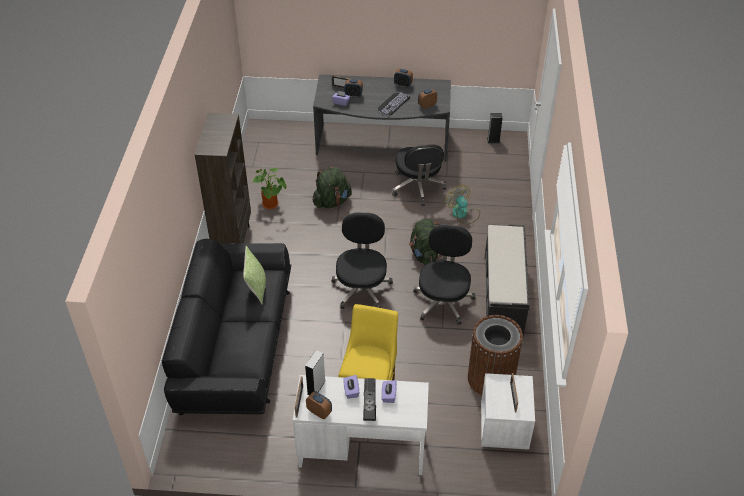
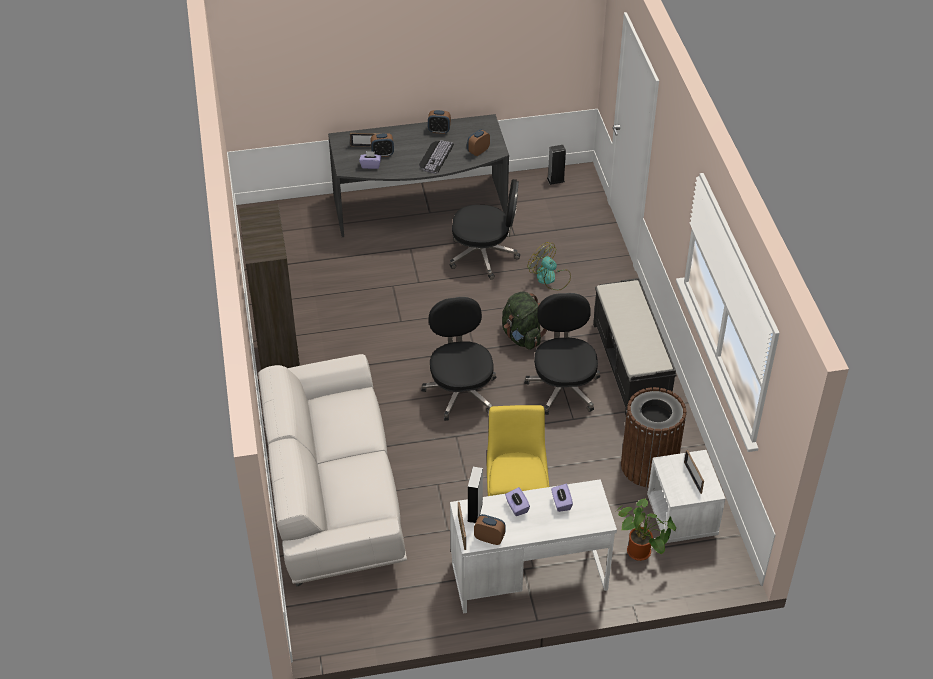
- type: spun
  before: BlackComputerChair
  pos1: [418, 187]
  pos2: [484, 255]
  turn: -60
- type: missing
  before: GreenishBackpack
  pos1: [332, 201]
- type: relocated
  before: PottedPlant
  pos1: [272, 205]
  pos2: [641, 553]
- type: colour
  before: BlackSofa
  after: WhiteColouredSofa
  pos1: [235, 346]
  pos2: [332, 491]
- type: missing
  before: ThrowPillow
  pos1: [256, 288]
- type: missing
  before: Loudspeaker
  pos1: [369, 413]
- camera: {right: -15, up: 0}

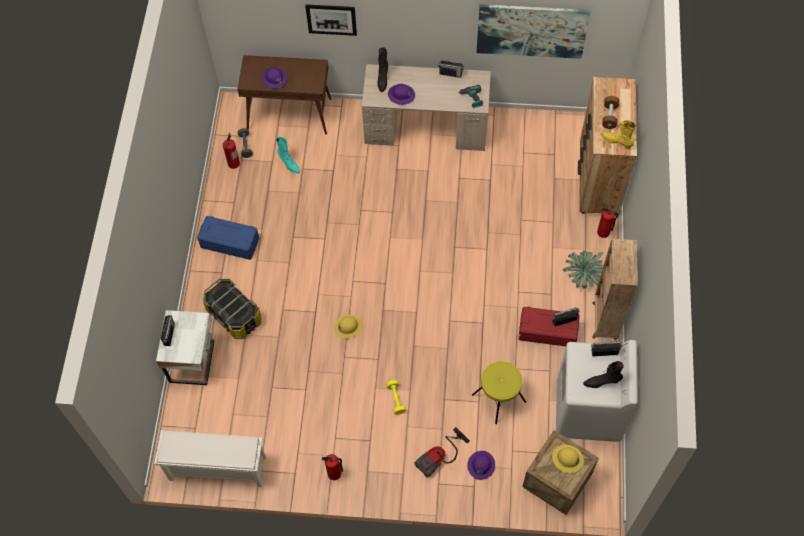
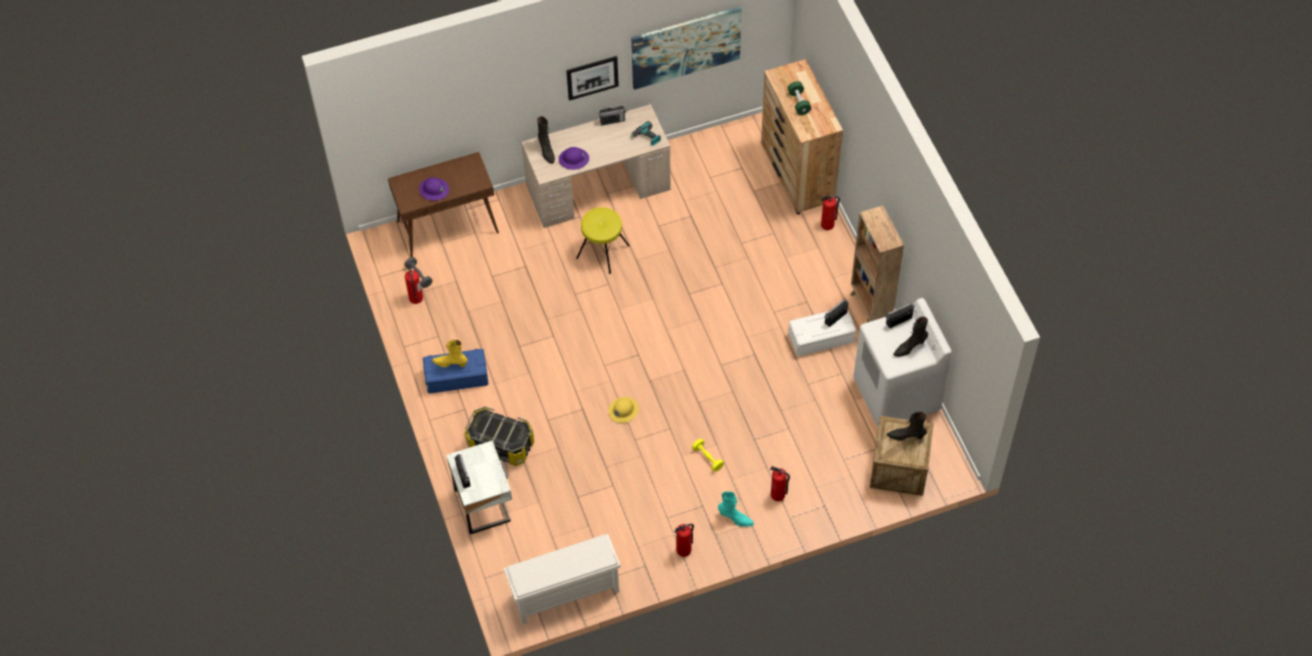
- type: relocated
  before: Picture
  pos1: [331, 19]
  pos2: [592, 77]
- type: colour
  before: BrownColouredHandWeight
  after: GreenishHandWeight
  pos1: [609, 116]
  pos2: [799, 102]
- type: relocated
  before: YellowishHighTopBoot
  pos1: [616, 142]
  pos2: [450, 363]
- type: relocated
  before: TurquoiseColouredHighTopBoot
  pos1: [289, 164]
  pos2: [735, 519]
- type: missing
  before: PottedPlant
  pos1: [583, 276]
- type: colour
  before: RedColouredStorageBin
  after: WhiteColouredStorageBin
  pos1: [547, 332]
  pos2: [821, 338]
- type: relocated
  before: YellowishSittingStool
  pos1: [498, 398]
  pos2: [603, 252]
- type: exchanged
  before: Hoover
  after: Extinguisher
  pos1: [439, 458]
  pos2: [778, 495]
- type: exchanged
  before: YellowishWorkHelmet
  after: BlackHighTopBoot
  pos1: [567, 459]
  pos2: [906, 436]
- type: missing
  before: PurpleColouredWorkHelmet
  pos1: [481, 465]
- camera: {right: -25, up: -5}

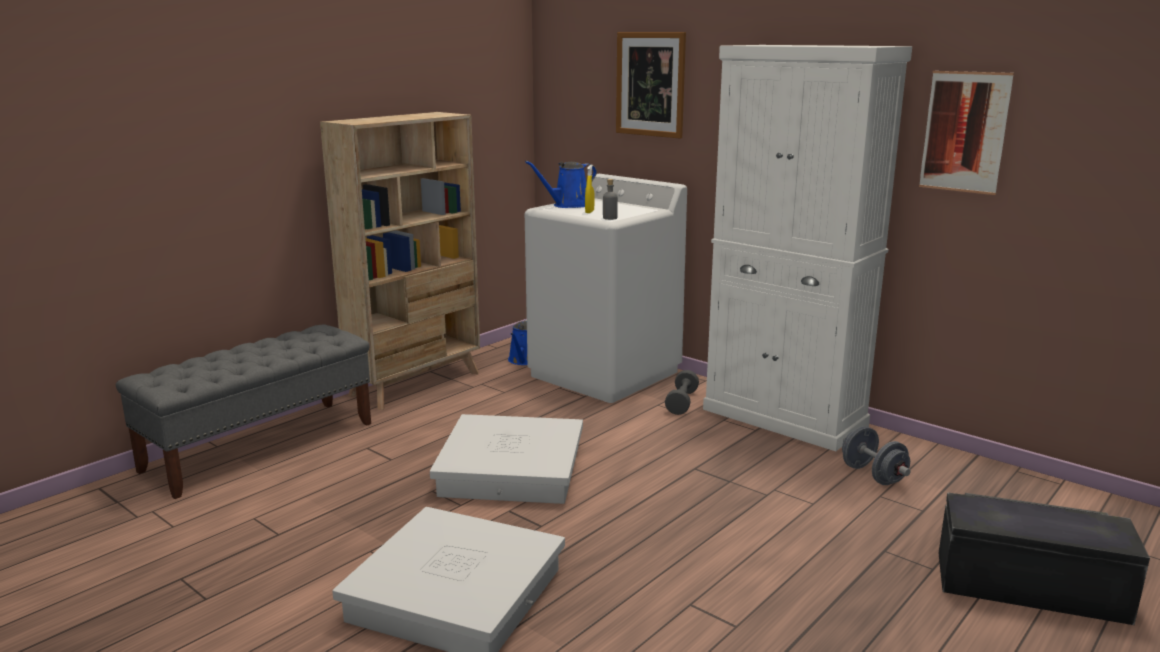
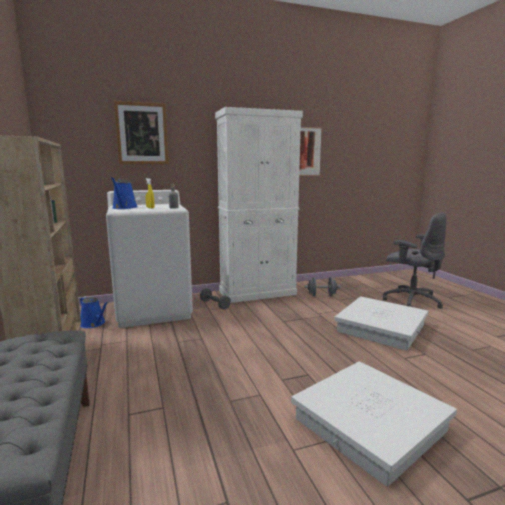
- type: relocated
  before: WhiteColouredStorageBin
  pos1: [512, 470]
  pos2: [381, 328]
- type: exchanged
  before: BlackStorageBin
  after: GreyComputerChair
  pos1: [1029, 585]
  pos2: [411, 301]
- camera: {right: -60, up: -5}

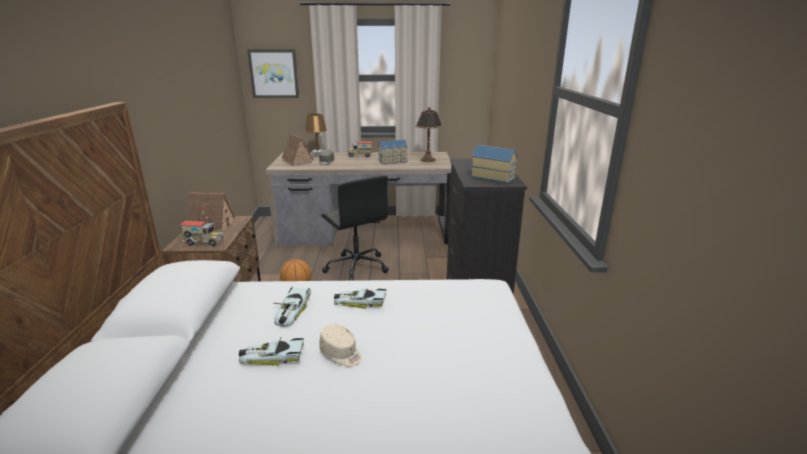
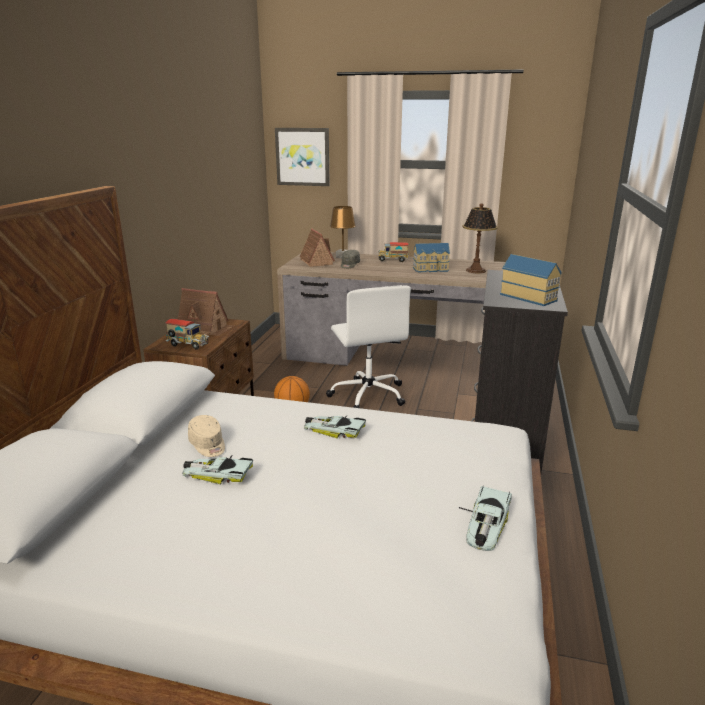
- type: colour
  before: BlackComputerChair
  after: WhiteColouredComputerChair
  pos1: [356, 267]
  pos2: [368, 394]
- type: relocated
  before: ModelCar
  pos1: [291, 310]
  pos2: [485, 523]
- type: relocated
  before: SandColouredCap
  pos1: [341, 353]
  pos2: [208, 445]
- camera: {right: 15, up: 0}

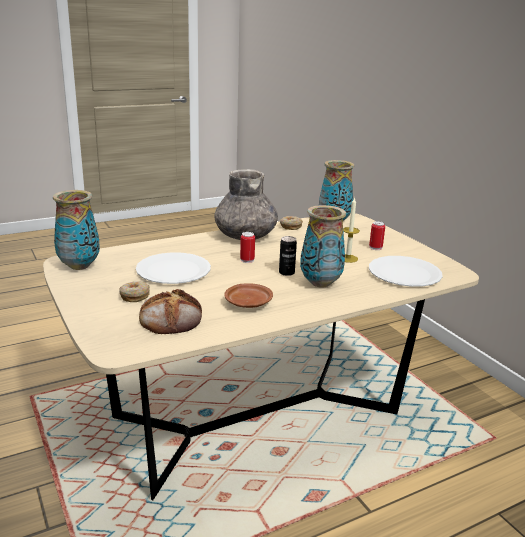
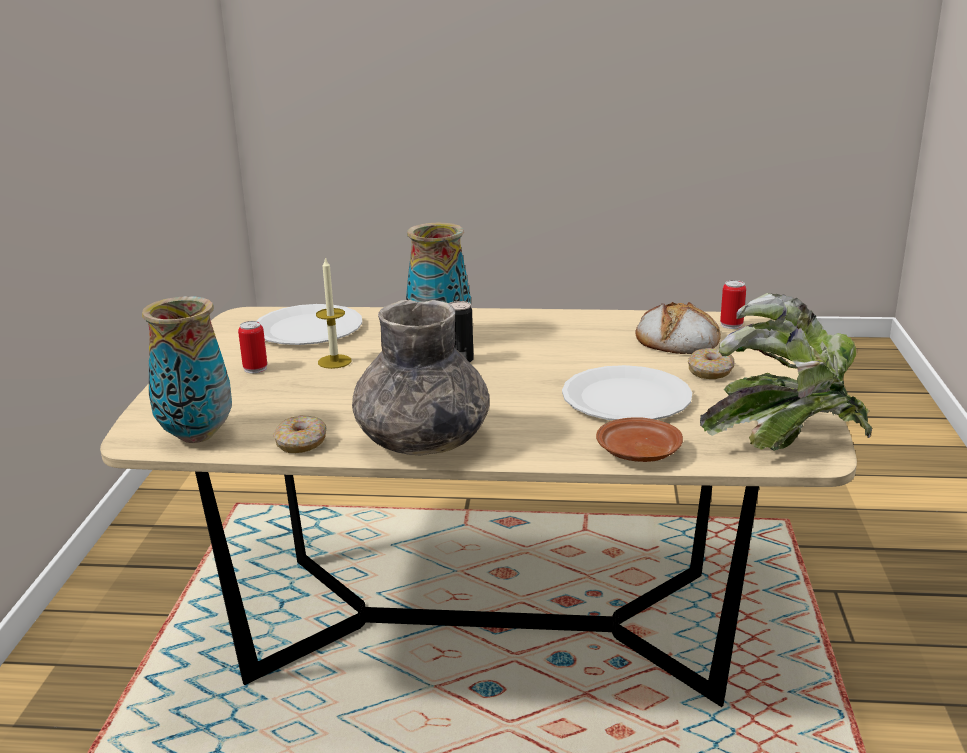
- type: exchanged
  before: FlowerVase
  after: PottedPlant
  pos1: [79, 266]
  pos2: [786, 440]
- type: relocated
  before: MetalCan
  pos1: [247, 260]
  pos2: [731, 325]
- type: relocated
  before: BrownColouredDinnerPlate
  pos1: [248, 303]
  pos2: [637, 453]
- camera: {right: -145, up: 0}

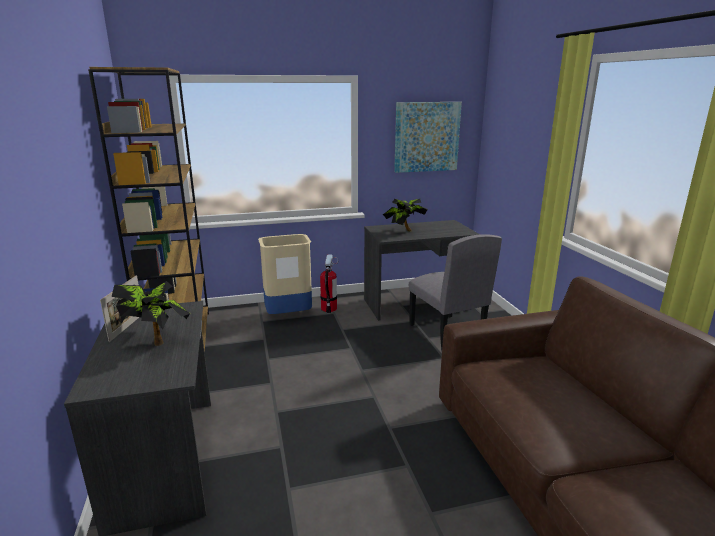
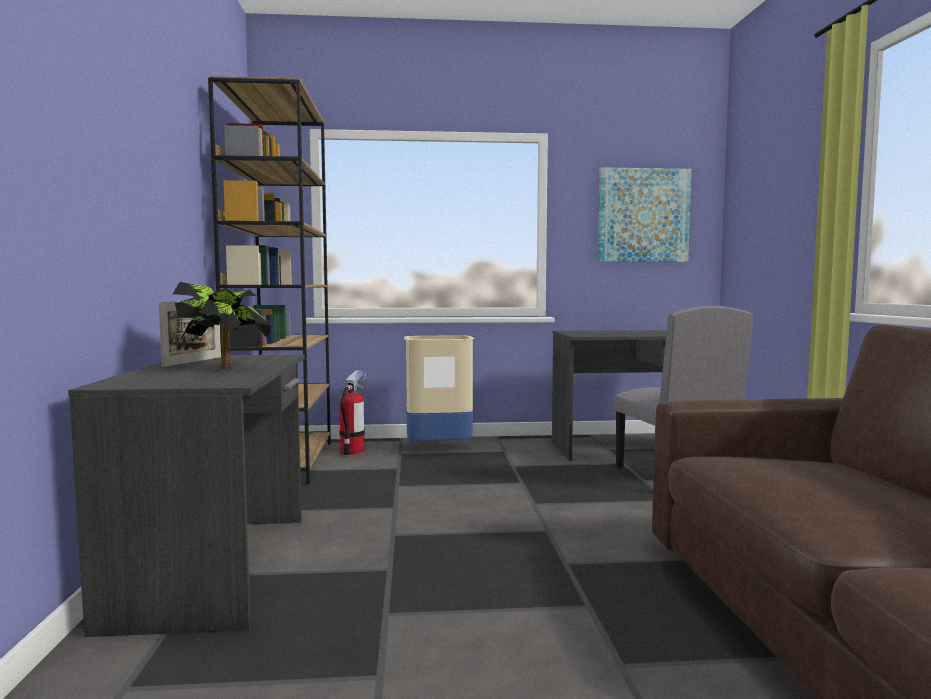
- type: missing
  before: PottedPlant
  pos1: [404, 231]
- type: relocated
  before: Extinguisher
  pos1: [329, 308]
  pos2: [352, 451]
- camera: {right: 10, up: -15}

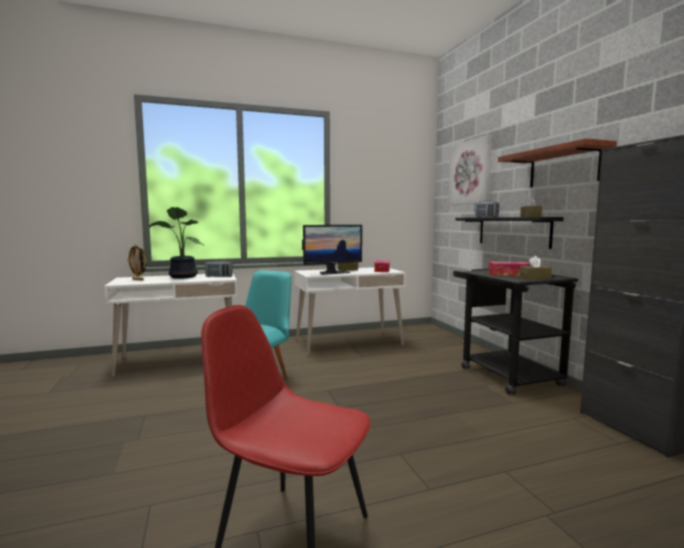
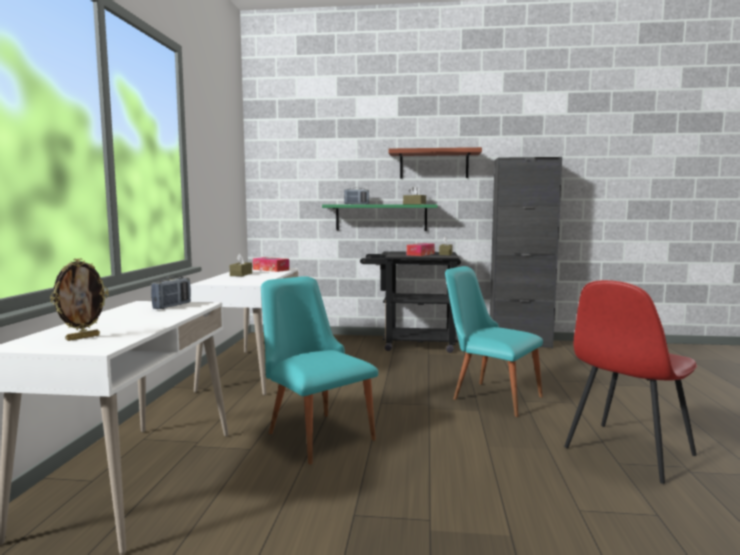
- type: missing
  before: Picture
  pos1: [470, 172]
- type: missing
  before: PottedPlant
  pos1: [181, 277]
- type: colour
  before: BlackWallShelf
  after: GreenishWallShelf
  pos1: [513, 231]
  pos2: [381, 217]
- type: missing
  before: Monitor
  pos1: [332, 272]
- type: appeared
  after: TurquoiseColouredPlainChair
  pos2: [489, 395]
- camera: {right: -65, up: 0}

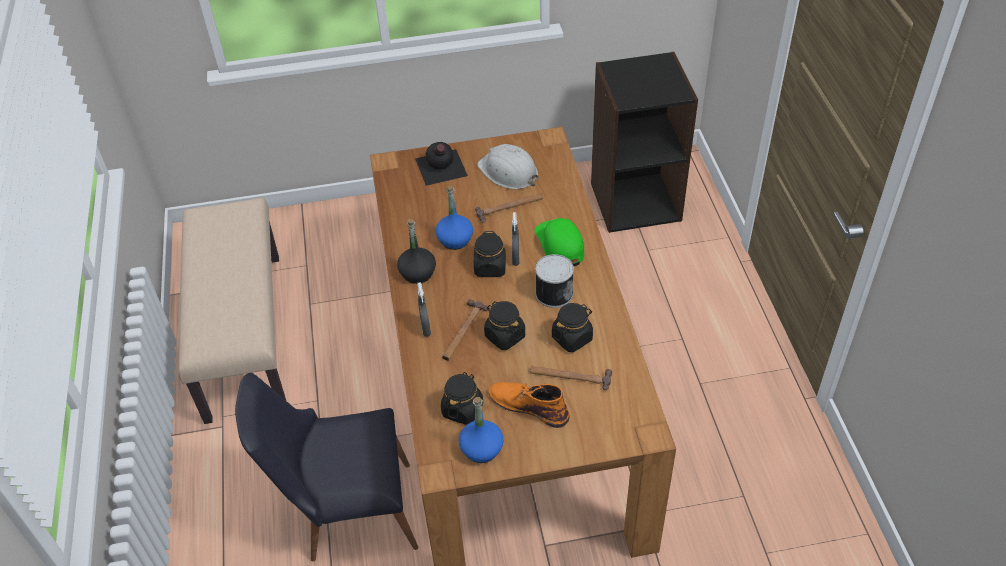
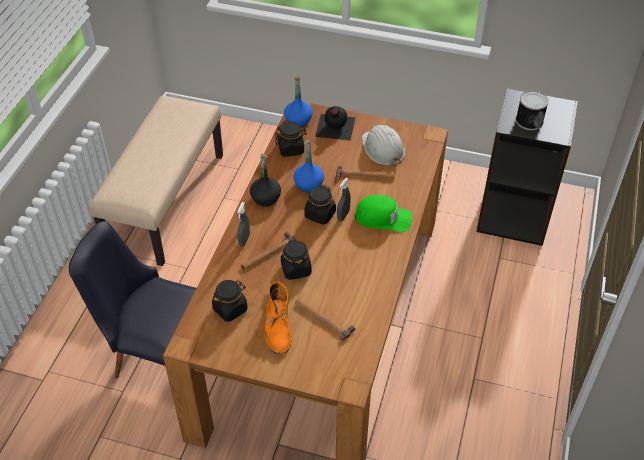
- type: spun
  before: GreenishCap
  pos1: [560, 244]
  pos2: [383, 218]
  turn: 90
- type: relocated
  before: MetalCan
  pos1: [553, 293]
  pos2: [529, 120]
- type: relocated
  before: BlackPreserveJar
  pos1: [572, 338]
  pos2: [291, 149]
- type: spun
  before: OrangeHighTopBoot
  pos1: [528, 405]
  pos2: [278, 326]
  turn: -150
- type: relocated
  before: BlueBottle
  pos1: [481, 449]
  pos2: [298, 120]
- camera: {right: 25, up: 0}

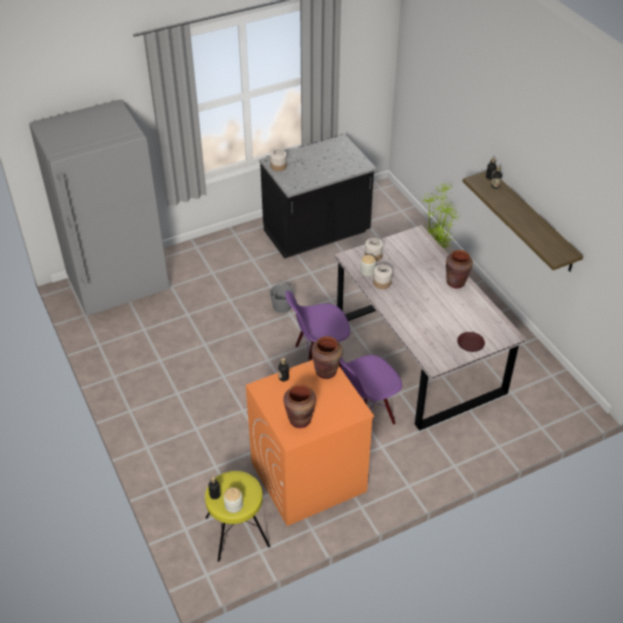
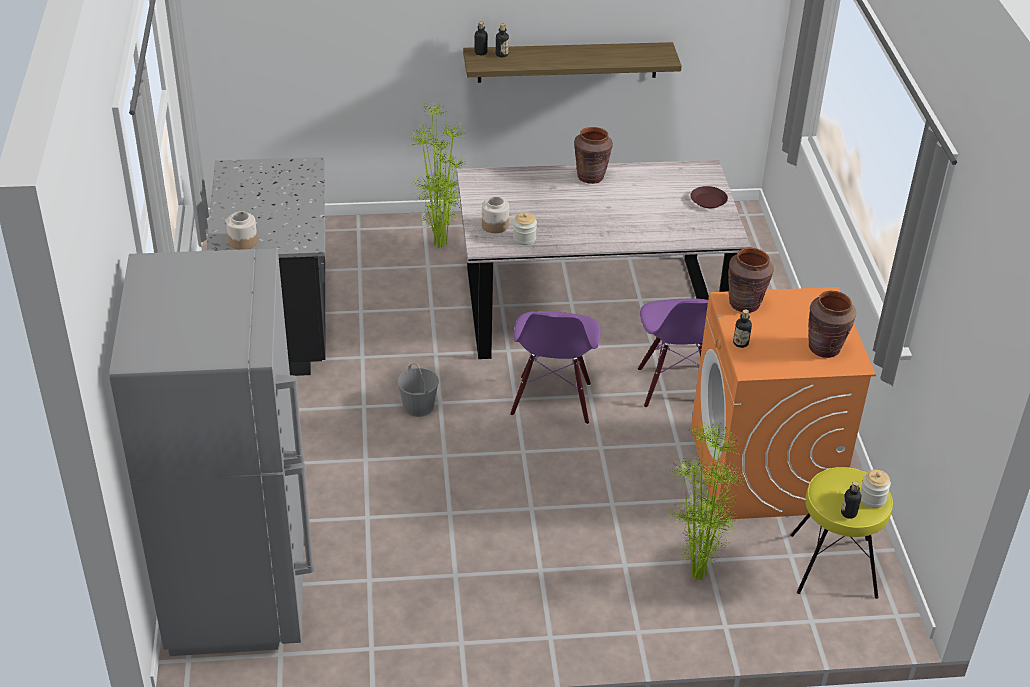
- type: missing
  before: PreserveJar
  pos1: [382, 283]
- type: appeared
  after: PottedPlant
  pos2: [695, 576]
- camera: {right: -70, up: -5}

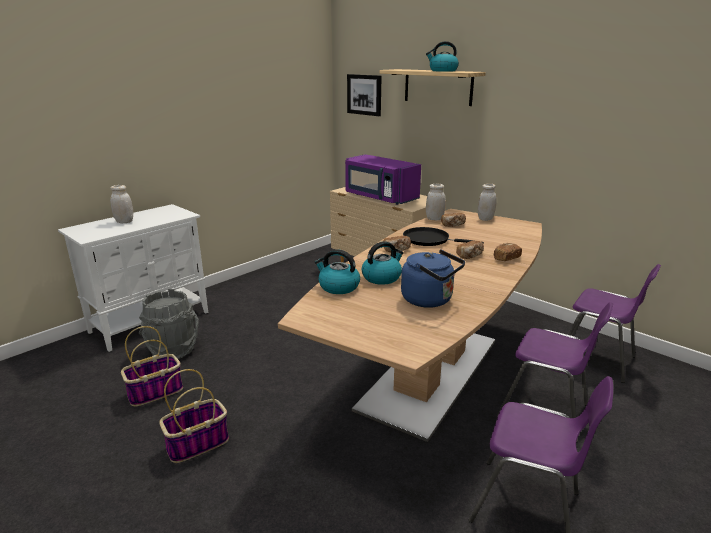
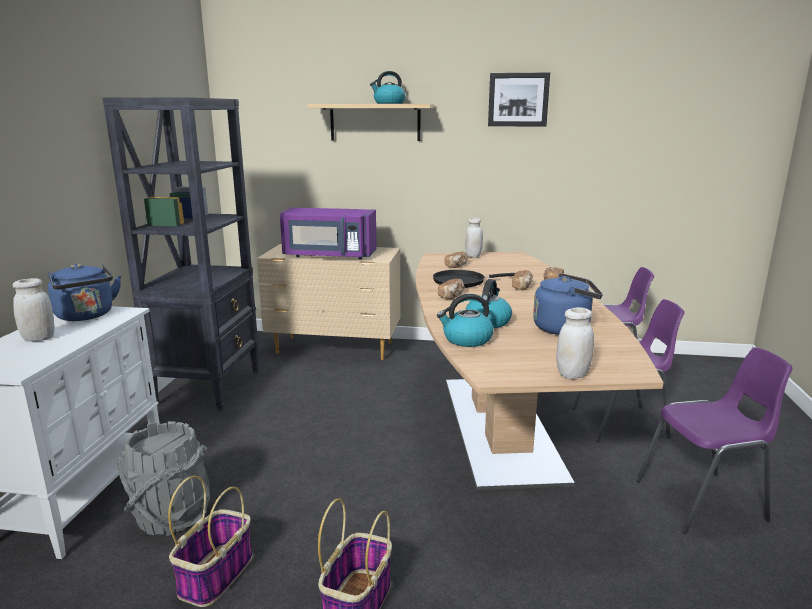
- type: relocated
  before: Picture
  pos1: [364, 94]
  pos2: [518, 99]
- type: relocated
  before: WhiteColouredPreserveJar
  pos1: [434, 219]
  pos2: [572, 374]
- type: appeared
  after: BlackShelvingUnit
  pos2: [209, 386]
- type: appeared
  after: BlueKettle
  pos2: [86, 316]
- camera: {right: -35, up: -5}

